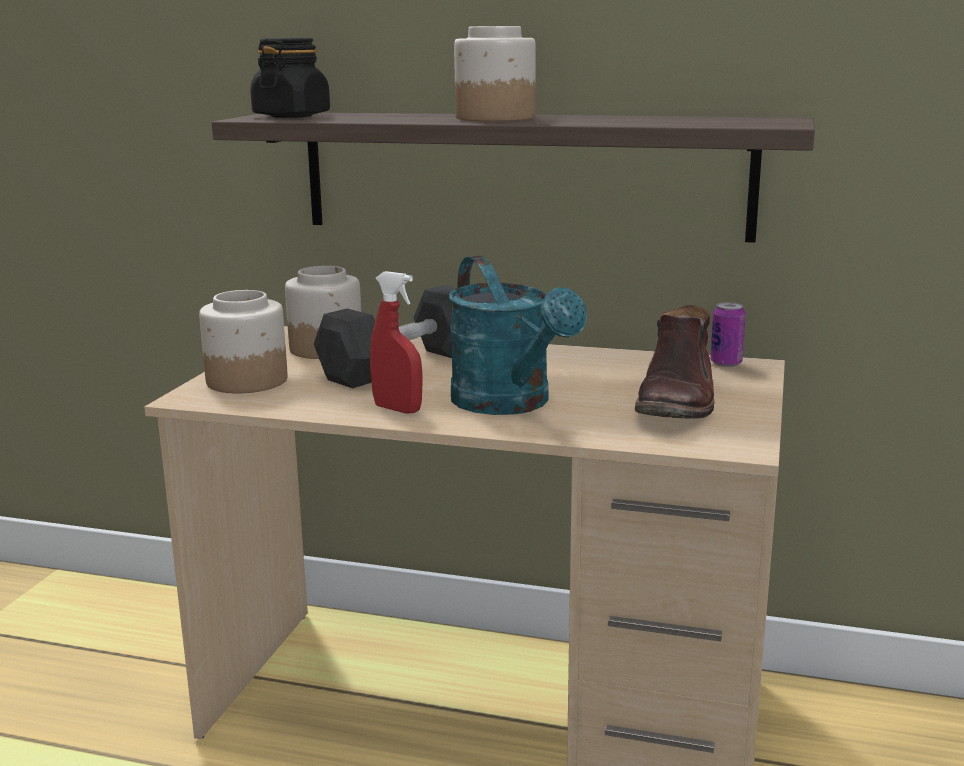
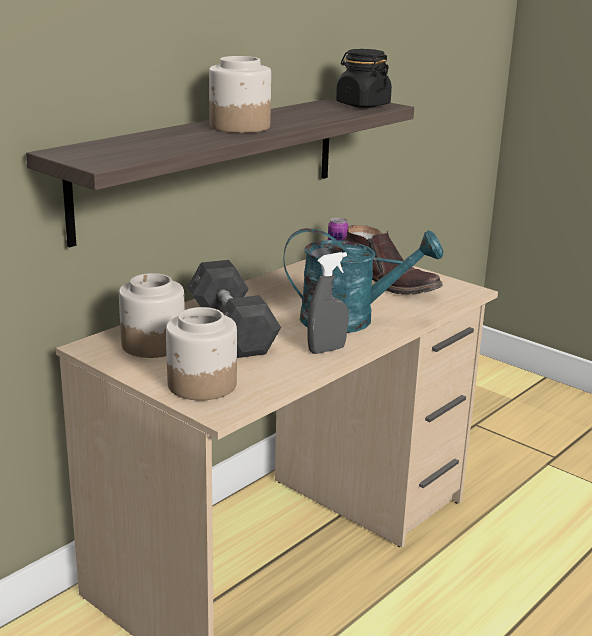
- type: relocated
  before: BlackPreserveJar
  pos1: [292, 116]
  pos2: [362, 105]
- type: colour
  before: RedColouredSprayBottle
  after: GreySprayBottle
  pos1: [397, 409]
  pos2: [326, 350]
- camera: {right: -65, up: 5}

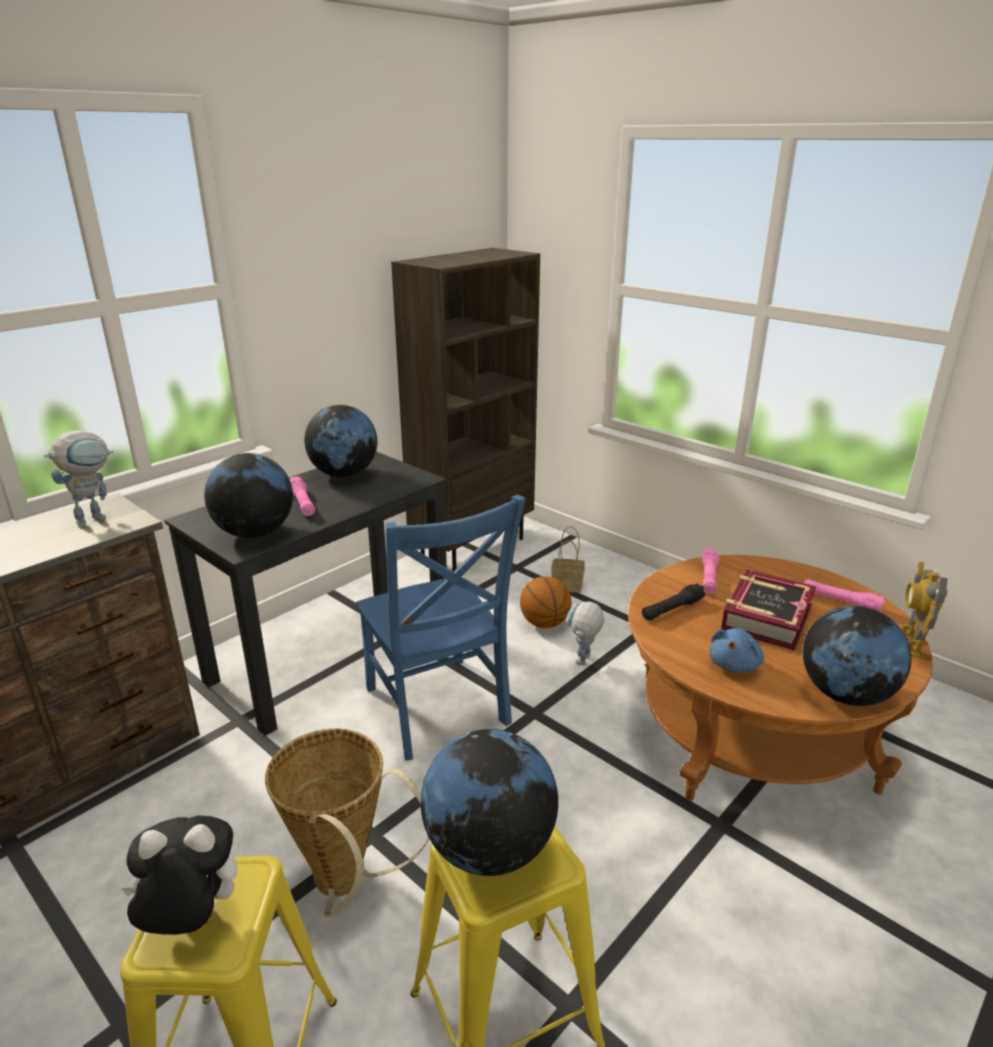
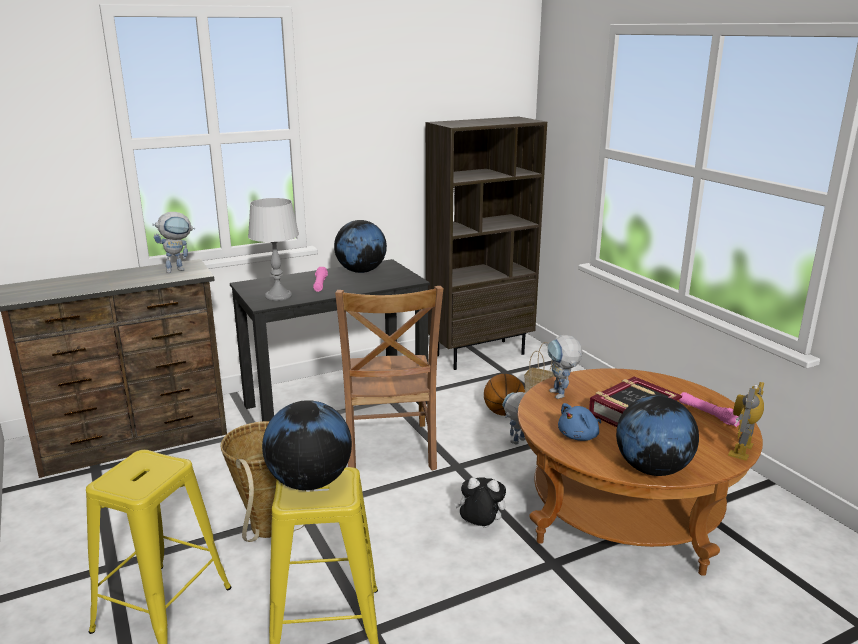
- type: exchanged
  before: Globe
  after: GreyTabletopLamp
  pos1: [255, 533]
  pos2: [278, 296]
- type: colour
  before: BluePlainChair
  after: BrownColouredPlainChair
  pos1: [438, 709]
  pos2: [389, 451]
- type: missing
  before: PinkColouredHandTorch
  pos1: [709, 577]
- type: exchanged
  before: BlackHandTorch
  after: ModelRobot
  pos1: [672, 609]
  pos2: [561, 396]
- type: relocated
  before: CuddlyToy
  pos1: [191, 919]
  pos2: [480, 527]
- camera: {right: 20, up: -5}

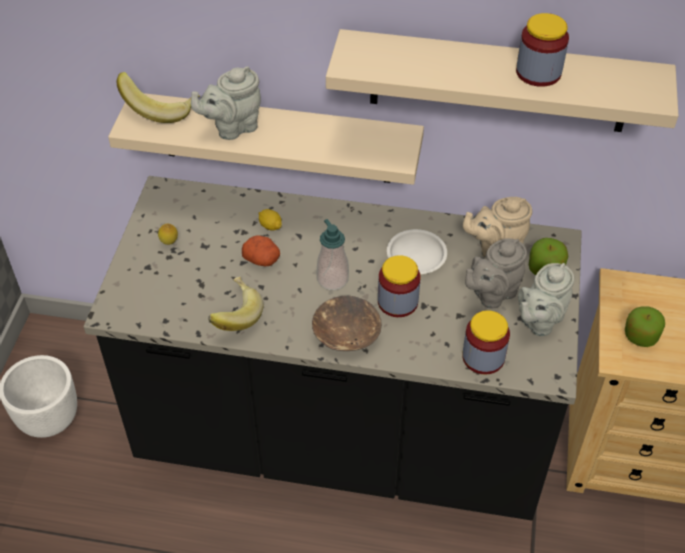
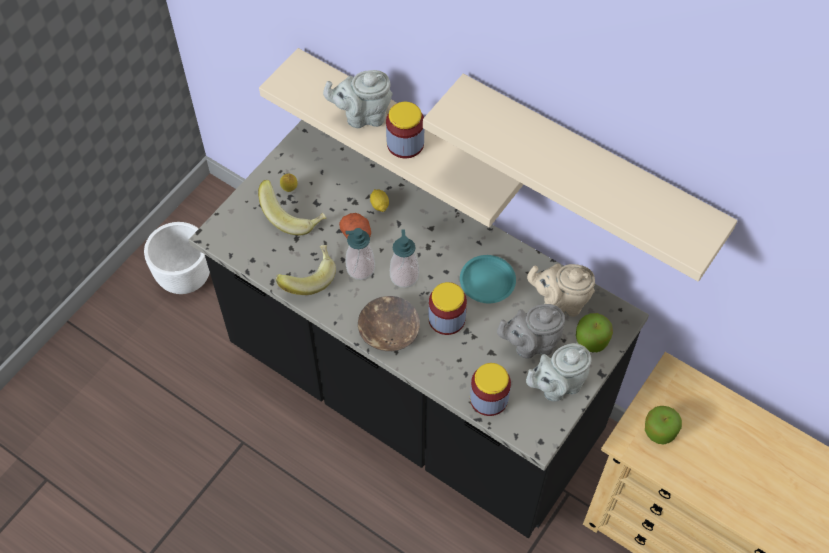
- type: relocated
  before: PreserveJar
  pos1: [538, 72]
  pos2: [405, 143]
- type: relocated
  before: WholeBanana
  pos1: [162, 109]
  pos2: [293, 216]
- type: colour
  before: WhiteColouredDinnerPlate
  after: TurquoiseColouredDinnerPlate
  pos1: [416, 255]
  pos2: [488, 281]
- type: appeared
  after: SoapDispenser
  pos2: [360, 268]
- camera: {right: 25, up: 10}

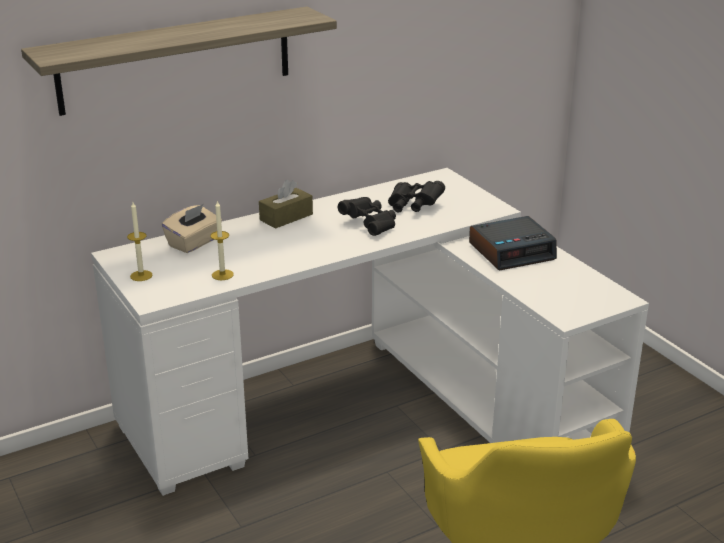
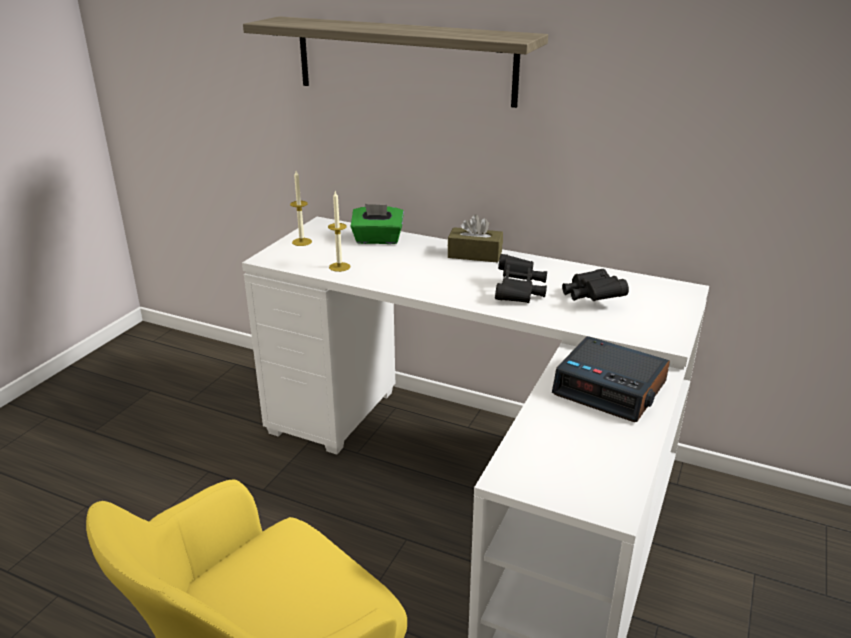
- type: colour
  before: SandColouredBoxOfTissues
  after: GreenishBoxOfTissues
  pos1: [194, 243]
  pos2: [377, 240]
- camera: {right: 55, up: 0}

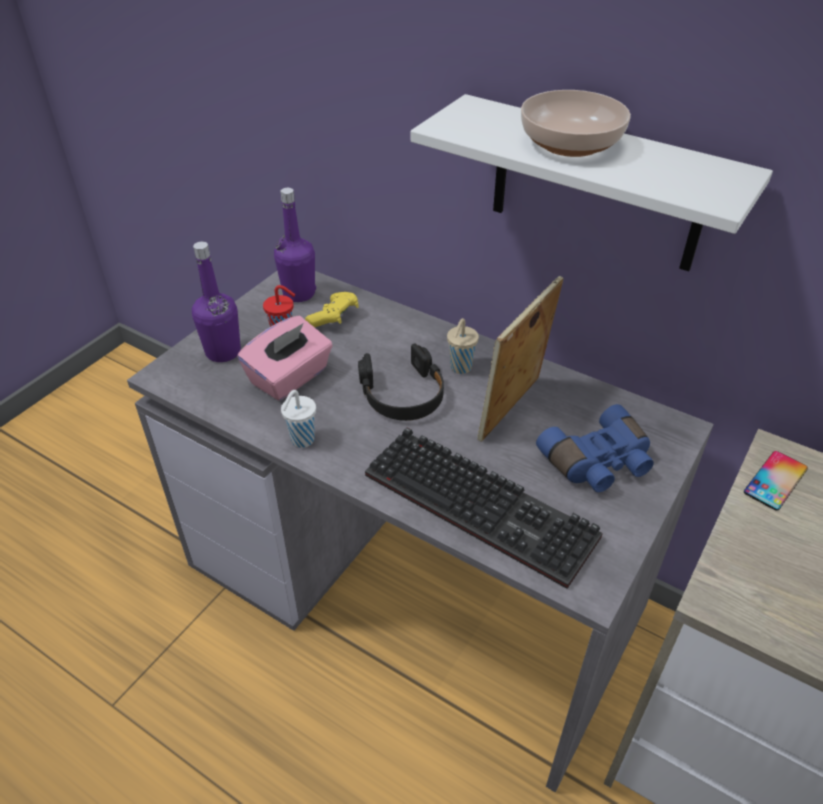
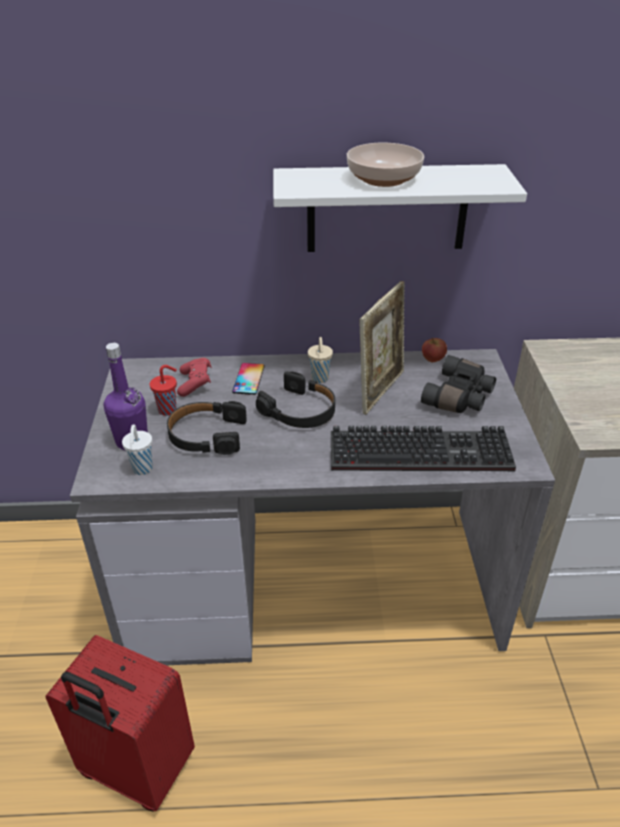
- type: missing
  before: PurpleColouredBottle
  pos1: [299, 293]
- type: spun
  before: PictureFrame
  pos1: [512, 411]
  pos2: [380, 390]
  turn: -150
- type: colour
  before: YellowishGameController
  after: RedColouredGameController
  pos1: [334, 318]
  pos2: [195, 384]
- type: exchanged
  before: PinkColouredBoxOfTissues
  after: BlackHeadset
  pos1: [290, 377]
  pos2: [206, 435]
- type: relocated
  before: WhiteColouredSmallCup
  pos1: [301, 441]
  pos2: [142, 469]
- type: colour
  before: BlueBinoculars
  after: BlackBinoculars
  pos1: [598, 463]
  pos2: [460, 397]
- type: relocated
  before: Handset
  pos1: [775, 480]
  pos2: [248, 379]
- type: appeared
  after: Apple
  pos2: [433, 360]
- type: appeared
  after: RedColouredSuitcase
  pos2: [136, 770]
- camera: {right: -35, up: -5}

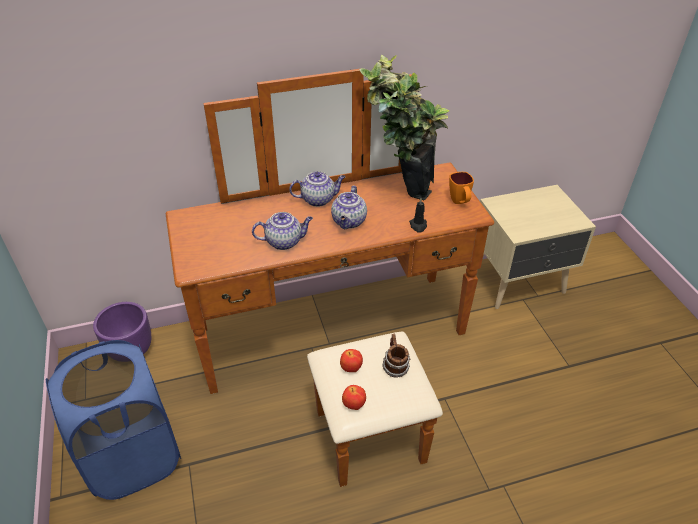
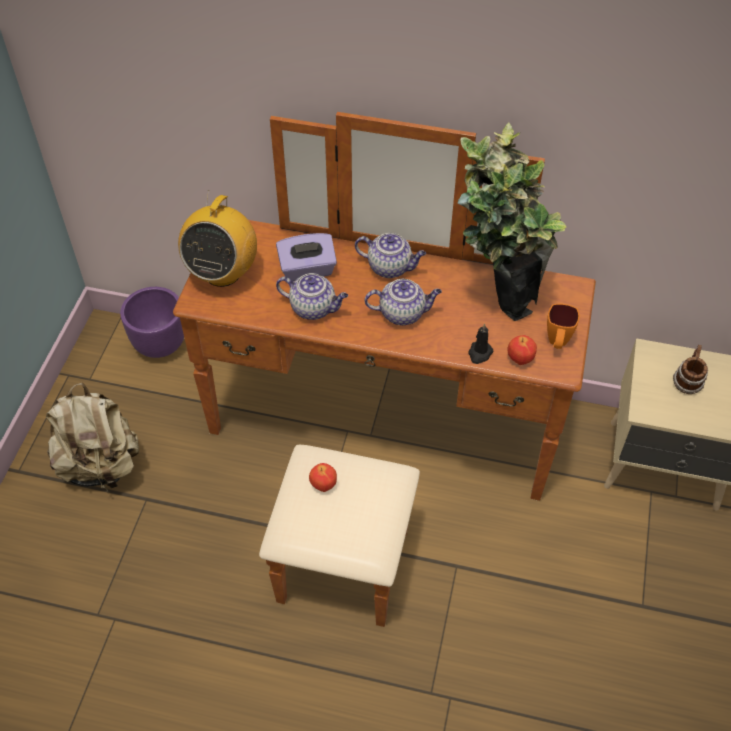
- type: spun
  before: Teapot
  pos1: [349, 222]
  pos2: [403, 313]
  turn: -135
- type: relocated
  before: Mug
  pos1: [394, 367]
  pos2: [687, 382]
- type: exchanged
  before: BlueWashingBasket
  after: SandColouredBackpack
  pos1: [134, 457]
  pos2: [101, 465]
- type: relocated
  before: Apple
  pos1: [353, 405]
  pos2: [519, 359]
- type: appeared
  after: RadioReceiver
  pos2: [222, 272]
- type: appeared
  after: PurpleColouredBoxOfTissues
  pos2: [307, 270]
- camera: {right: 30, up: 10}

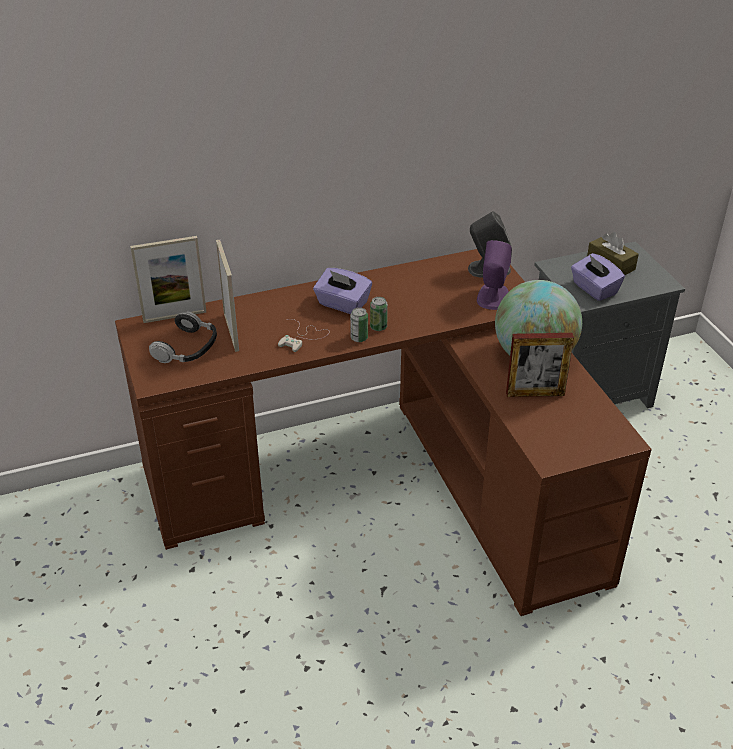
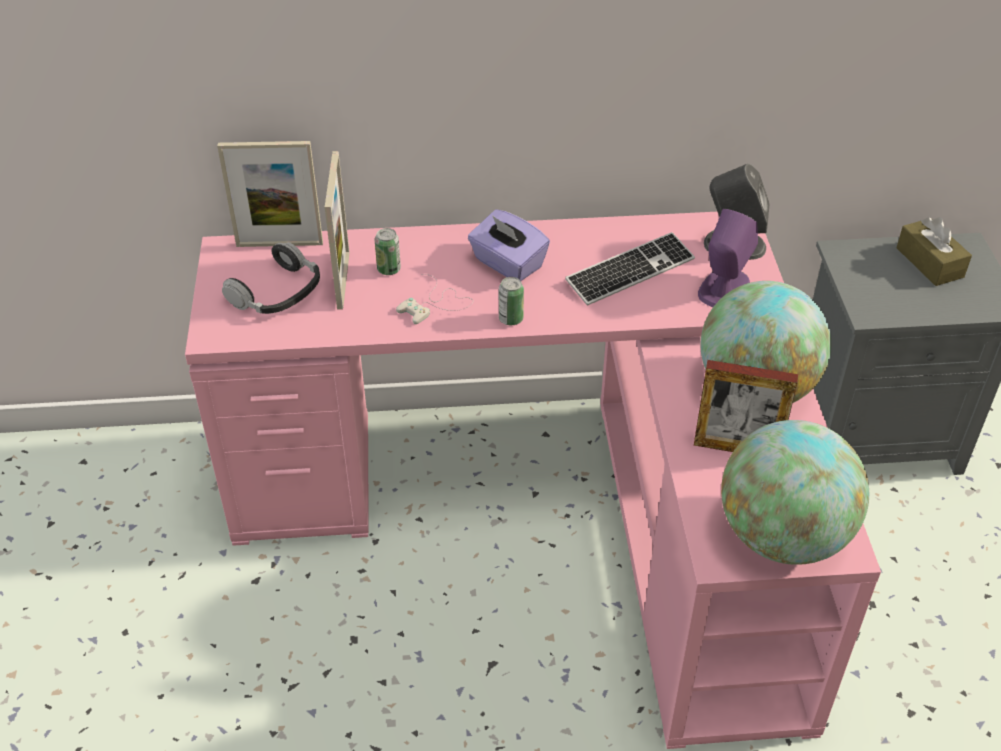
- type: colour
  before: BrownColouredDeskUnit
  after: PinkColouredDeskUnit
  pos1: [390, 481]
  pos2: [553, 510]
- type: missing
  before: PurpleColouredBoxOfTissues
  pos1: [594, 289]
- type: relocated
  before: MetalCan
  pos1: [378, 327]
  pos2: [389, 269]
- type: appeared
  after: Keyboard
  pos2: [630, 271]
- type: appeared
  after: Globe
  pos2: [782, 536]
- camera: {right: 15, up: 5}

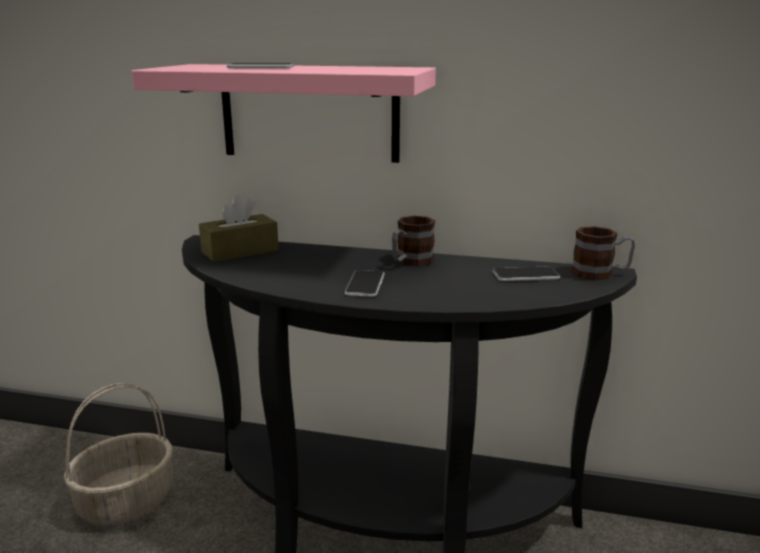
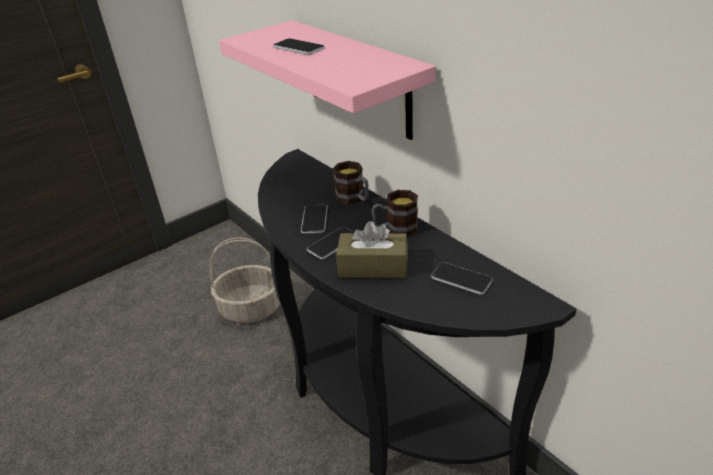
- type: relocated
  before: BrownColouredBoxOfTissues
  pos1: [240, 251]
  pos2: [373, 267]
- type: relocated
  before: Mug
  pos1: [600, 274]
  pos2: [354, 199]
- type: appeared
  after: Handset
  pos2: [314, 220]
- camera: {right: 40, up: 15}

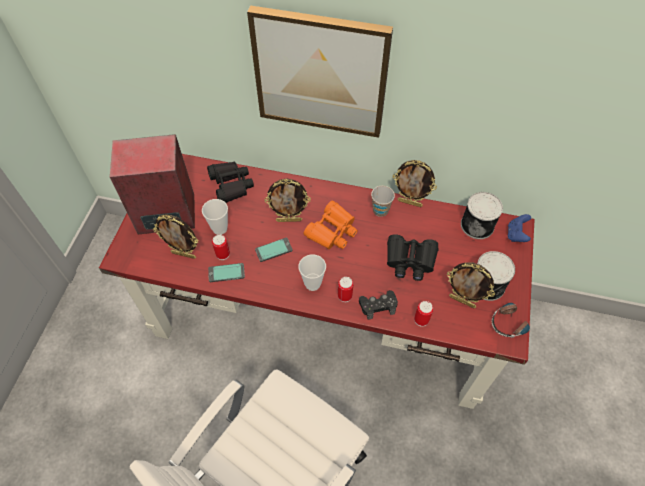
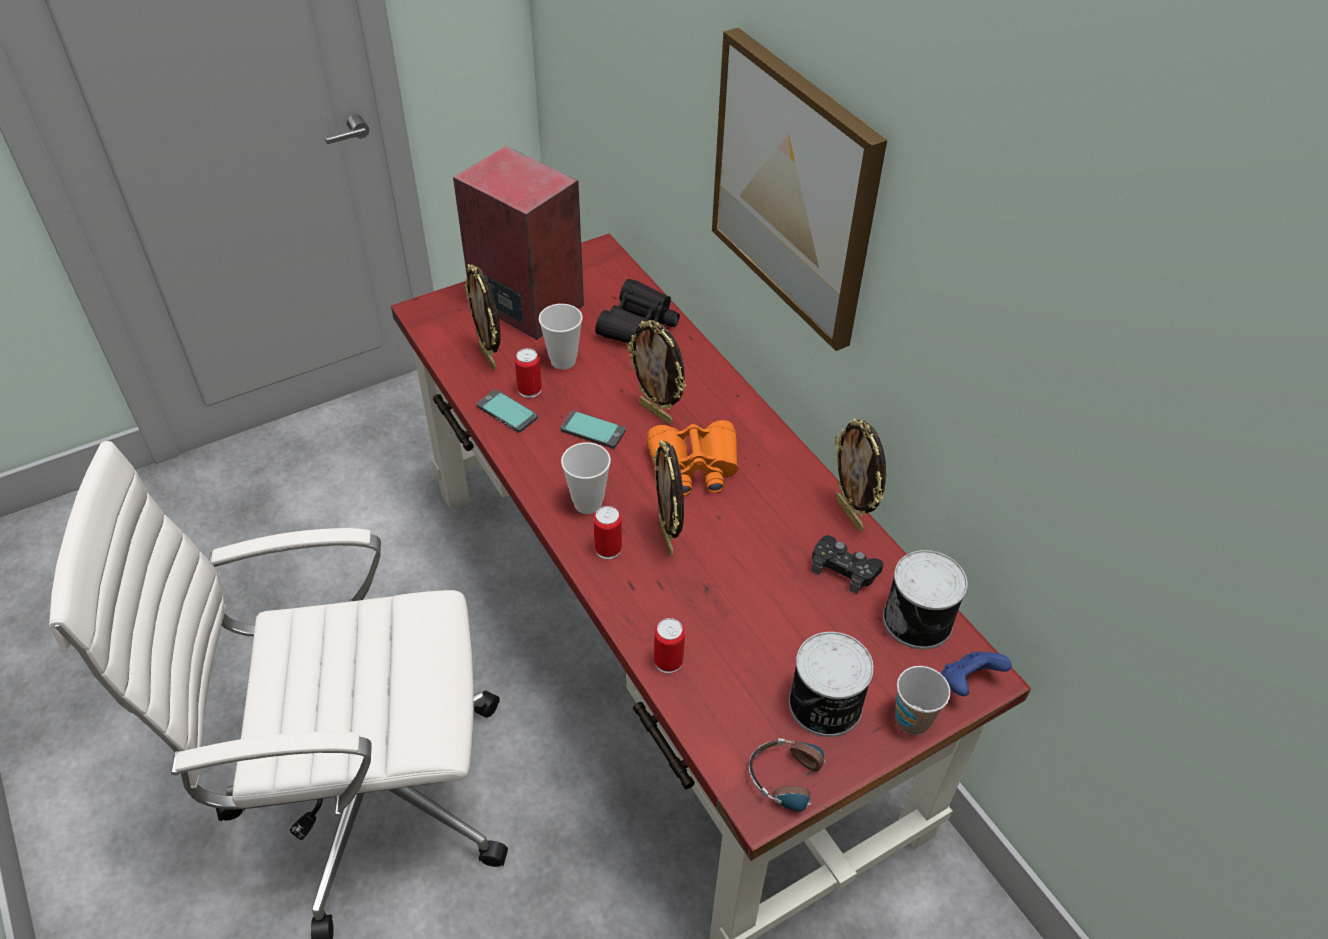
- type: relocated
  before: SmallCup
  pos1: [380, 210]
  pos2: [912, 720]
- type: missing
  before: BlackBinoculars
  pos1: [410, 261]
- type: relocated
  before: PictureFrame
  pos1: [462, 301]
  pos2: [667, 537]
- type: relocated
  before: BlackGameController
  pos1: [378, 306]
  pos2: [844, 568]
- camera: {right: 45, up: -10}

